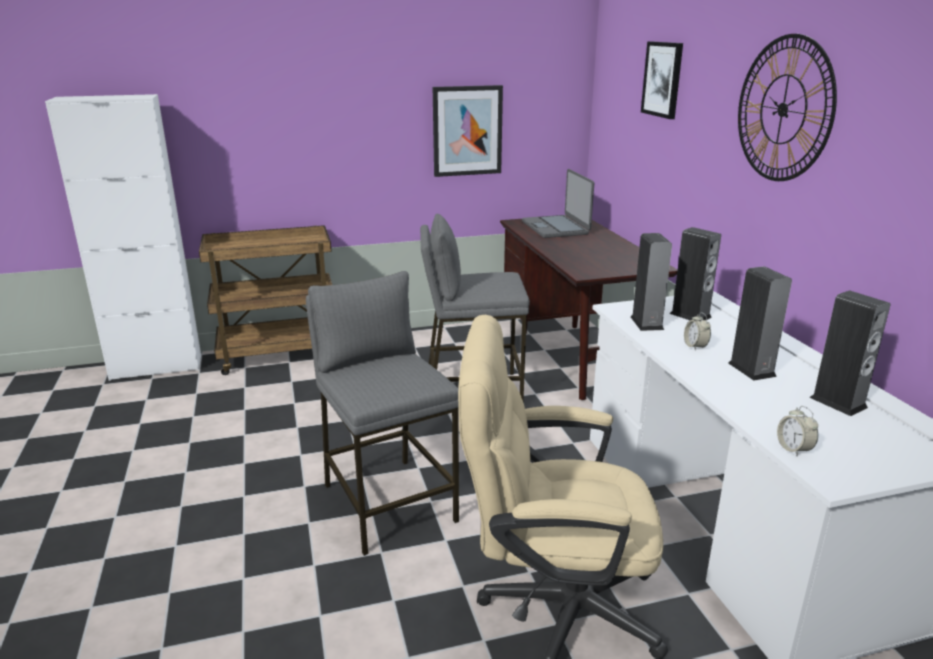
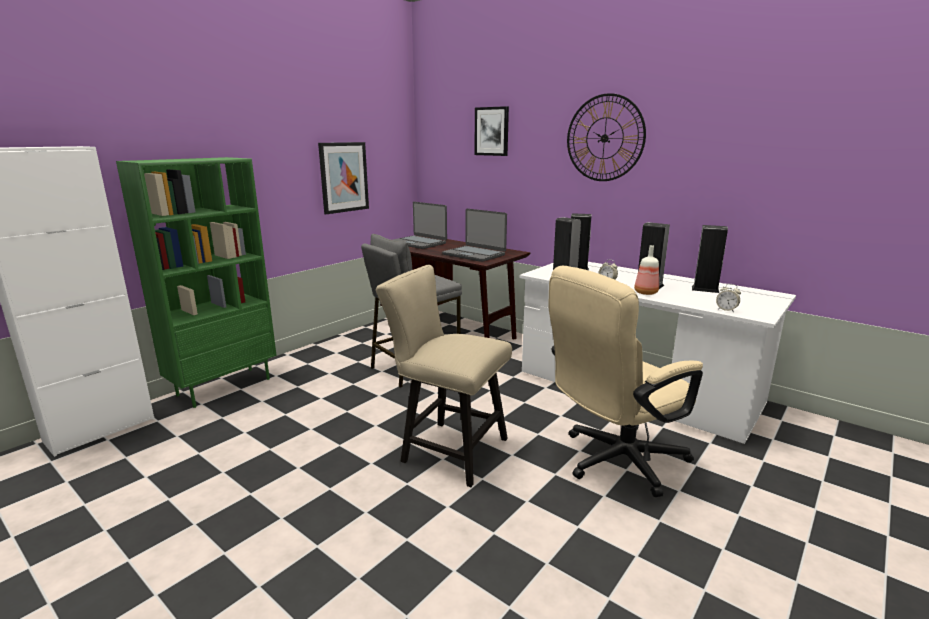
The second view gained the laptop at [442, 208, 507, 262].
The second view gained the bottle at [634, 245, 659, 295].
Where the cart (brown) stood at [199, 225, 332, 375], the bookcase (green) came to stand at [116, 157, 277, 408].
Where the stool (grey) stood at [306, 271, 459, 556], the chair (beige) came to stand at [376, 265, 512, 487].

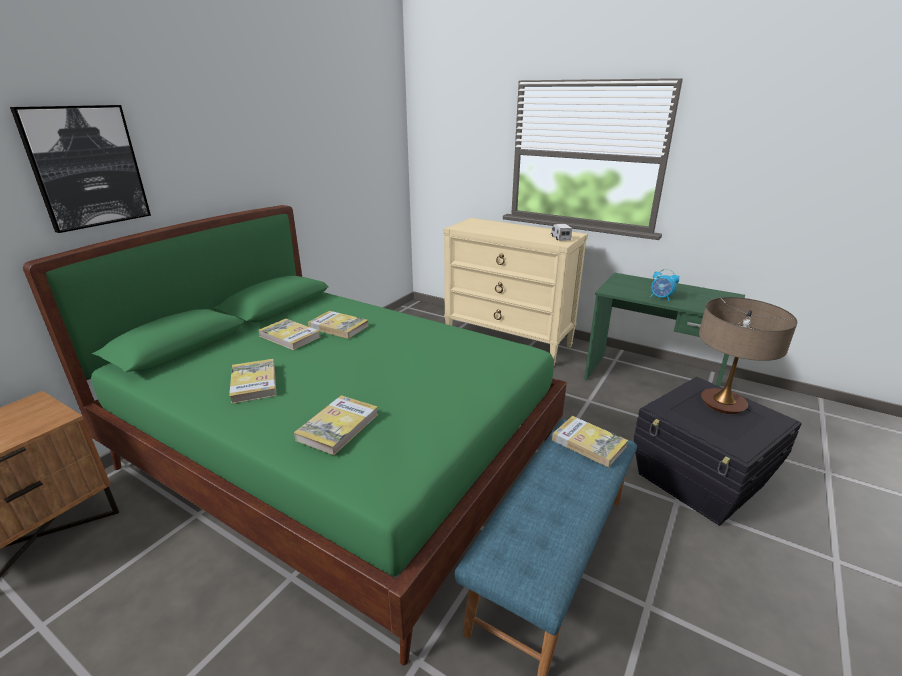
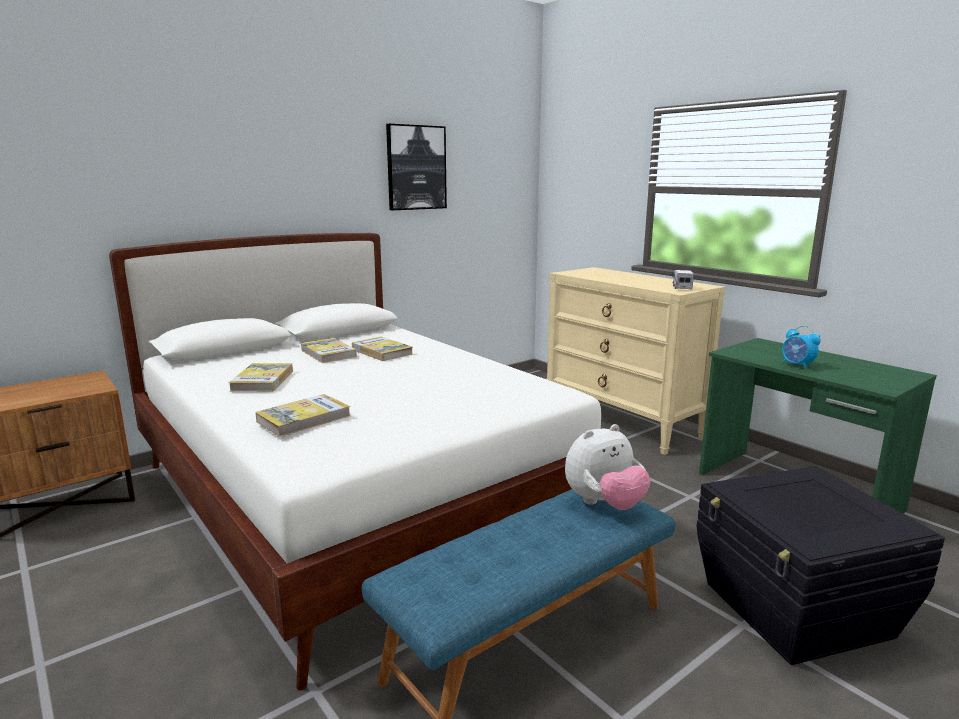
The second view lost the table lamp at [699, 297, 797, 414].
The picture ended up elsewhere, having gone from [10, 105, 151, 233] to [386, 124, 447, 210].
Where the book stood at [552, 416, 628, 467], the plush toy came to stand at [565, 424, 651, 510].
What was the bed (green) at [23, 205, 567, 665] turned into the bed (white) at [109, 233, 601, 691].

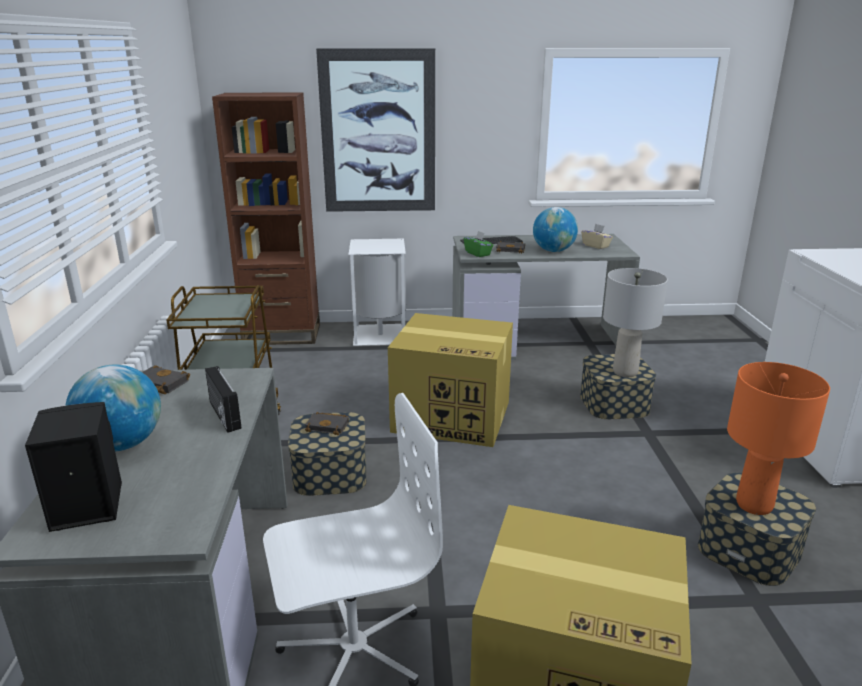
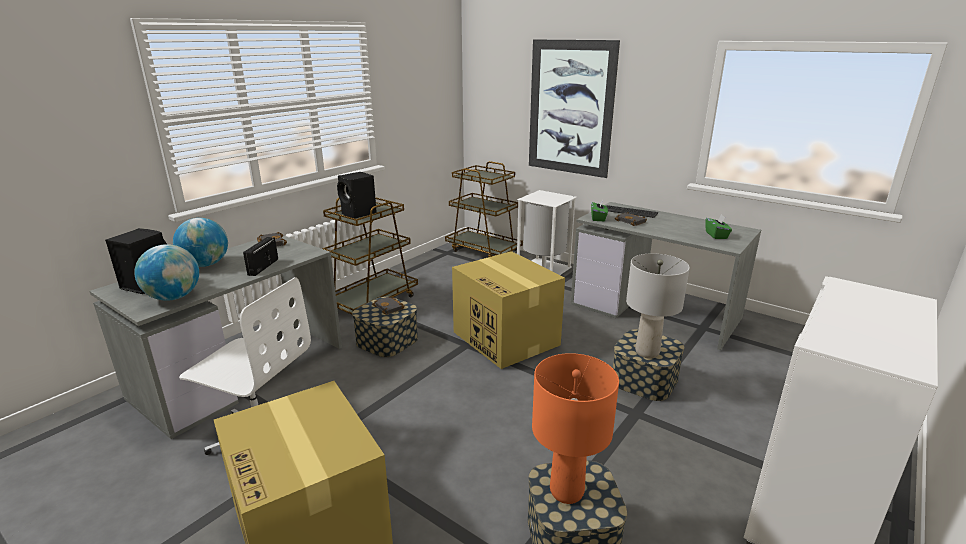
The second view gained the speaker (black) at [337, 172, 377, 219].
The globe ended up elsewhere, having gone from [533, 207, 578, 252] to [134, 244, 199, 301].
Where the bookcase (brown) stood at [212, 92, 320, 345], the cart (brown) came to stand at [445, 161, 523, 257].
What was the tissue box (beige) at [581, 224, 613, 249] turned into the tissue box (green) at [705, 214, 732, 239].

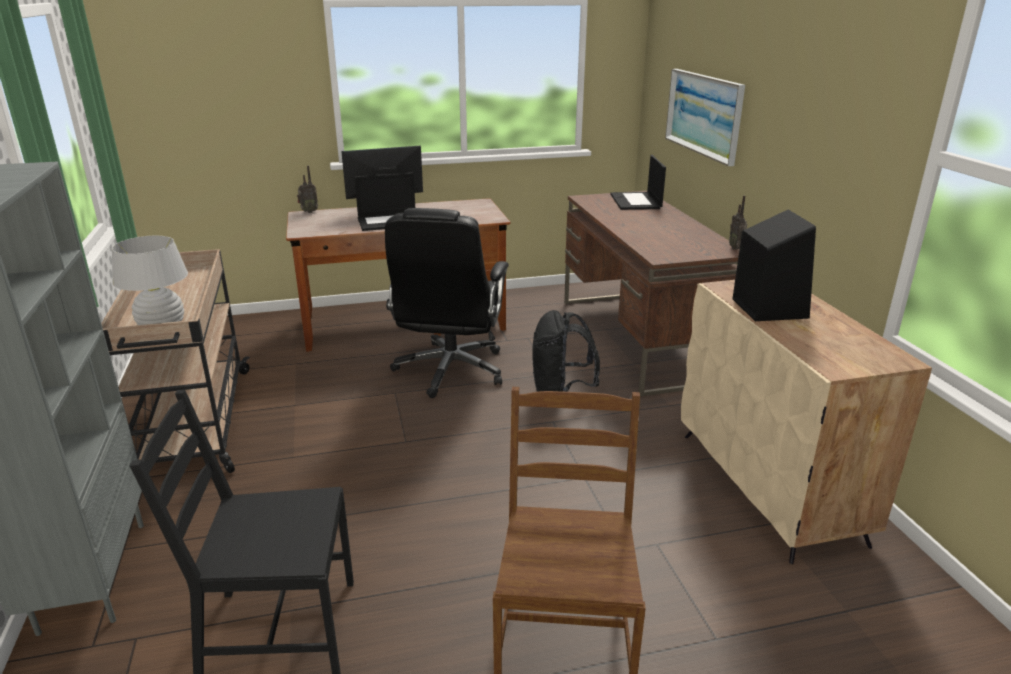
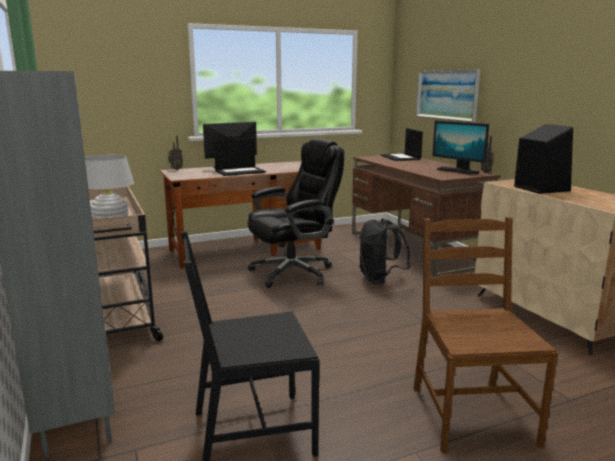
The second view gained the monitor at [432, 121, 489, 175].
The office chair (black) at [385, 208, 509, 398] ended up facing another way, 120 degrees counterclockwise from before.

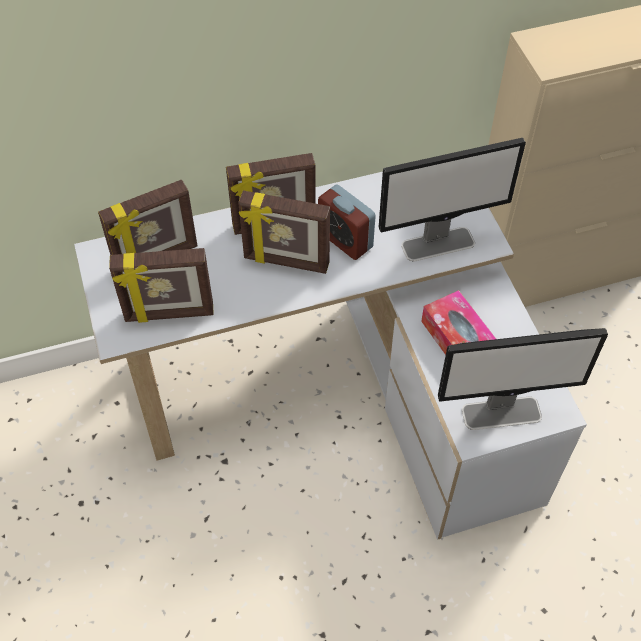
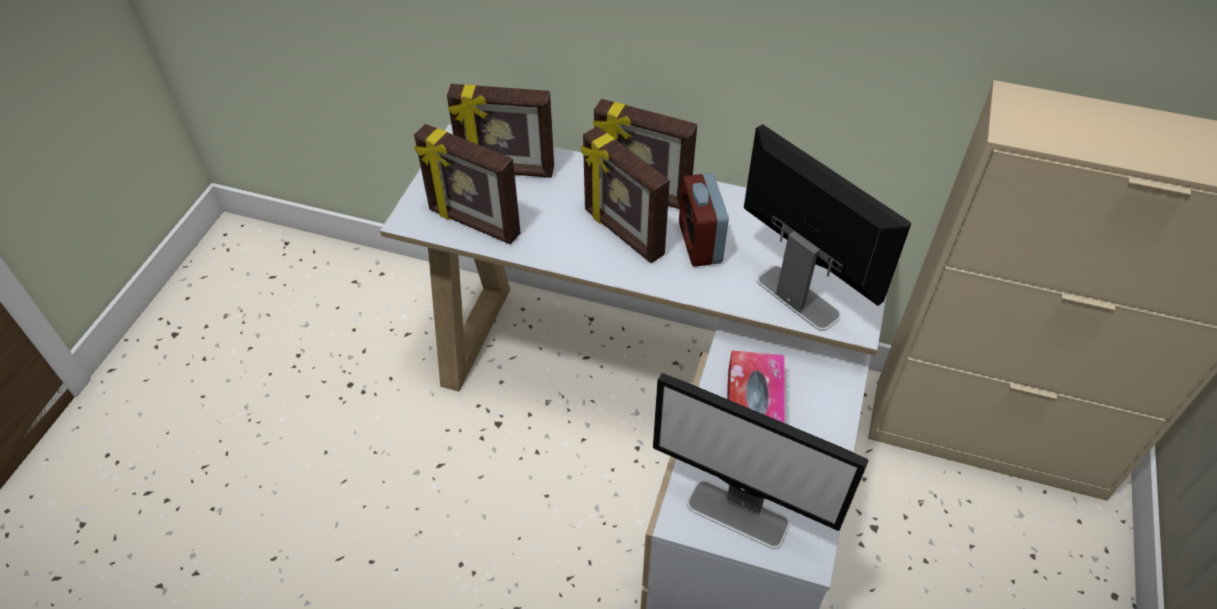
The monitor at [379, 138, 526, 261] ended up facing another way, 150 degrees counterclockwise from before.

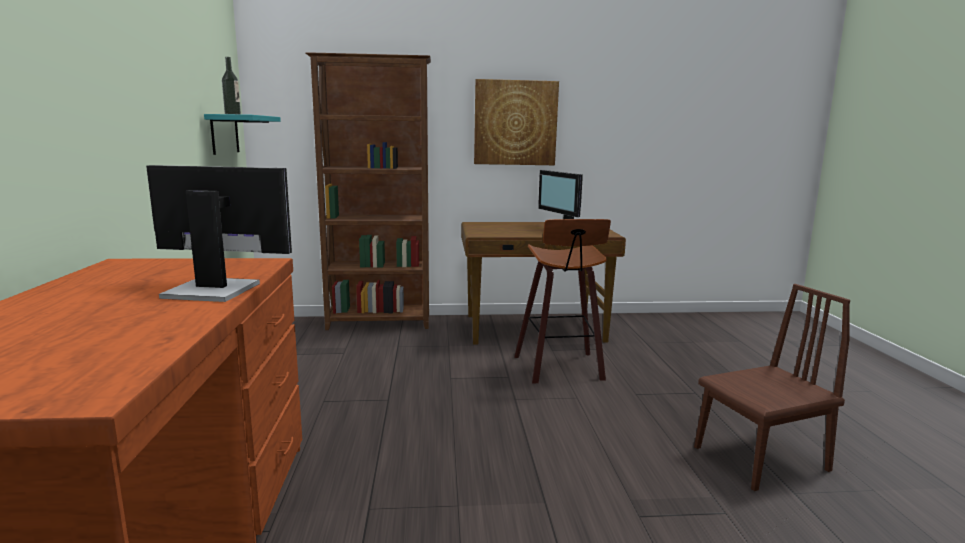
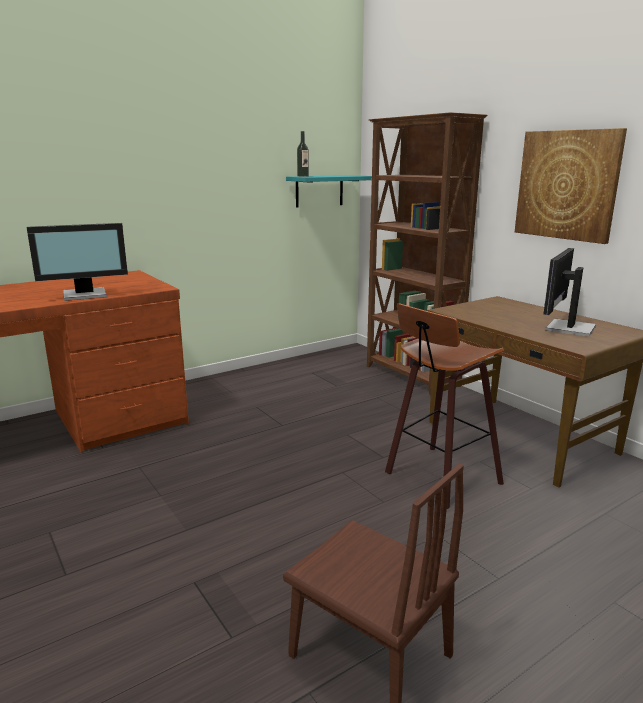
The monitor at [146, 165, 292, 302] ended up facing another way, 90 degrees clockwise from before.

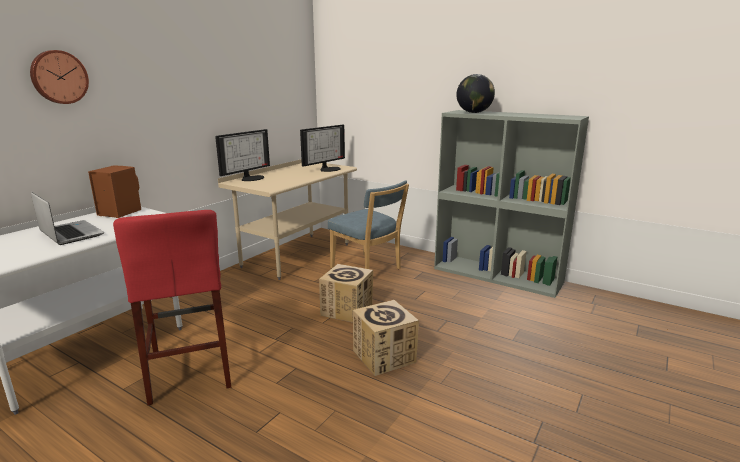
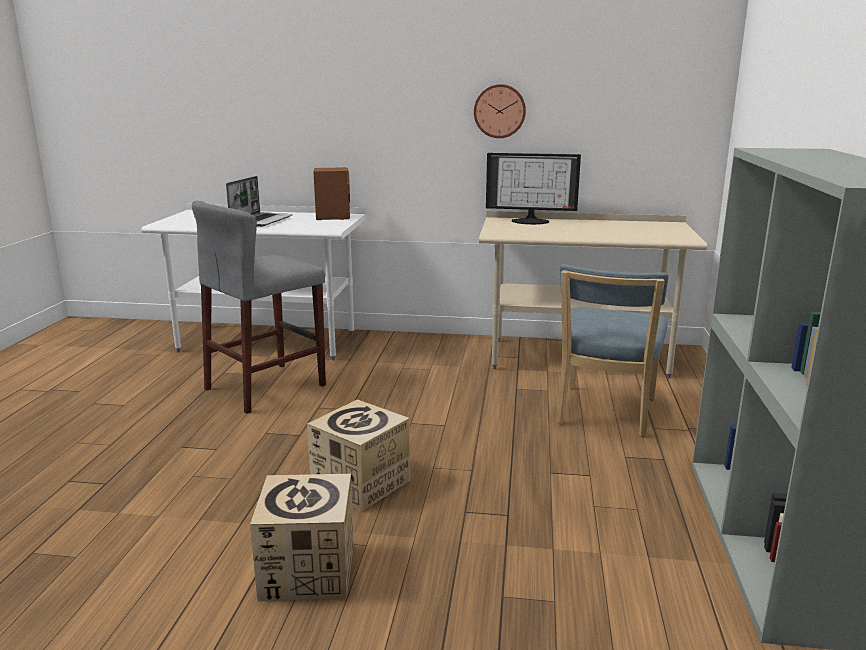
The second view lost the monitor at [300, 125, 345, 172].
The second view lost the globe at [456, 74, 495, 113].
The wall clock ended up elsewhere, having gone from [30, 50, 89, 104] to [474, 84, 526, 138].
The cardboard box ended up elsewhere, having gone from [319, 264, 373, 323] to [250, 474, 354, 601].
What was the stool (red) at [113, 210, 231, 405] turned into the stool (grey) at [192, 201, 326, 414].

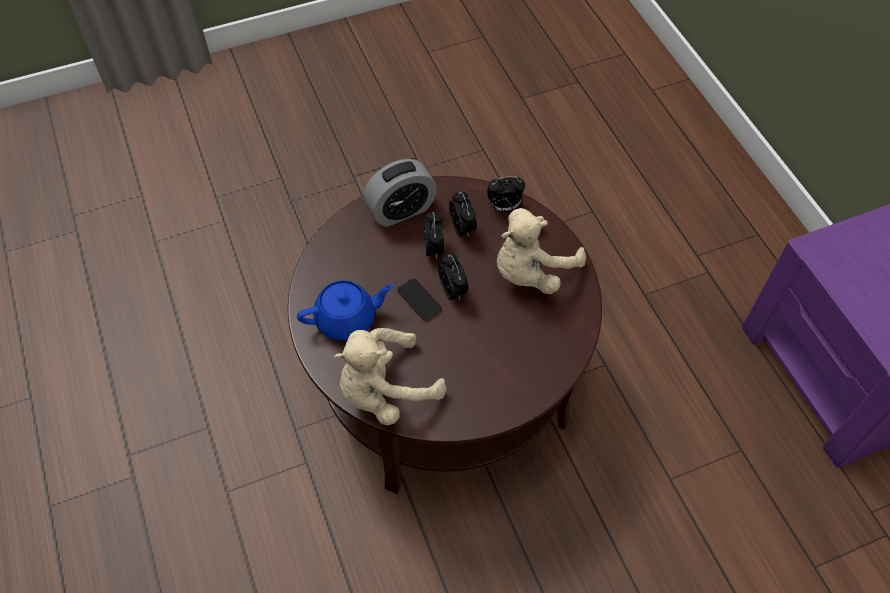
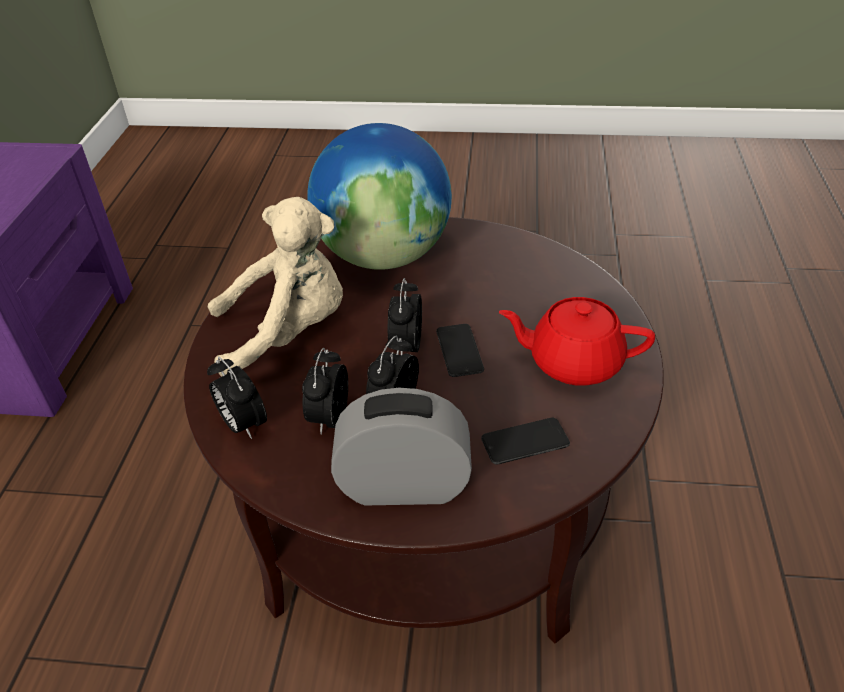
The second view lost the plush toy (beige) at [334, 328, 446, 425].
The second view gained the globe at [307, 123, 452, 270].
The second view gained the phone at [481, 418, 570, 464].
What was the teapot (blue) at [297, 280, 394, 341] turned into the teapot (red) at [499, 297, 655, 386].
The alarm clock at [487, 176, 525, 212] ended up facing another way, 150 degrees counterclockwise from before.

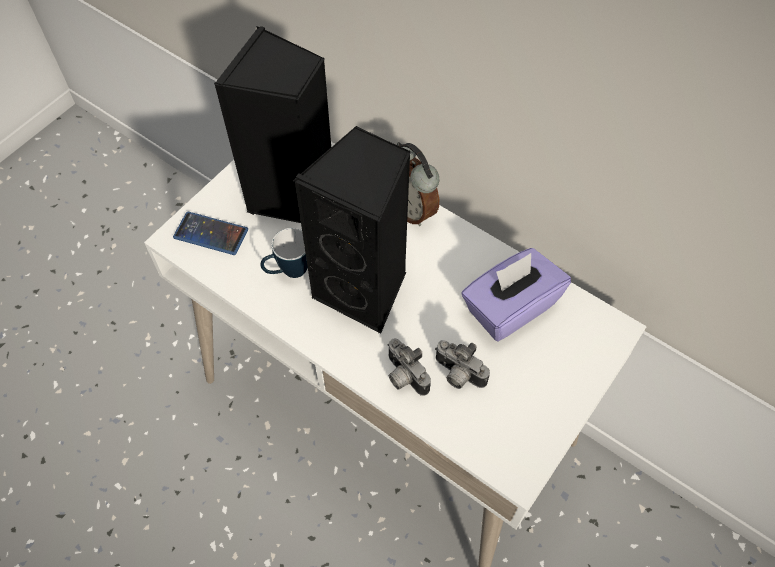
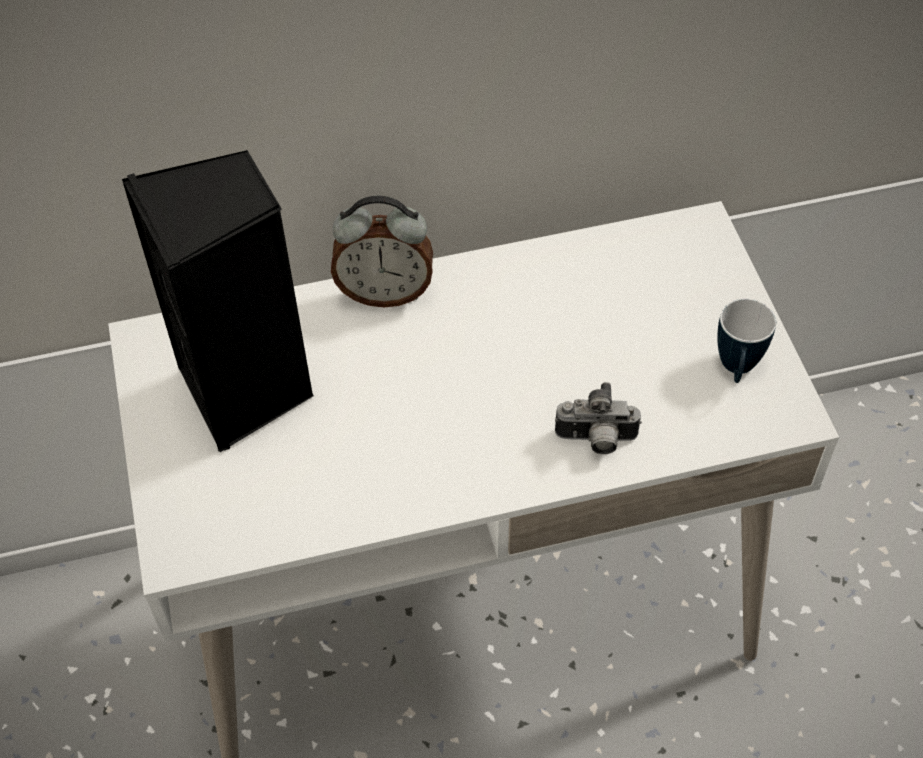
The second view lost the phone at [173, 212, 248, 255].
The second view lost the speaker (black) at [293, 126, 411, 334].
The second view lost the photo camera at [435, 340, 490, 389].
The second view lost the tissue box (purple) at [461, 248, 571, 341].
The mug ended up elsewhere, having gone from [260, 228, 308, 278] to [717, 299, 776, 383].

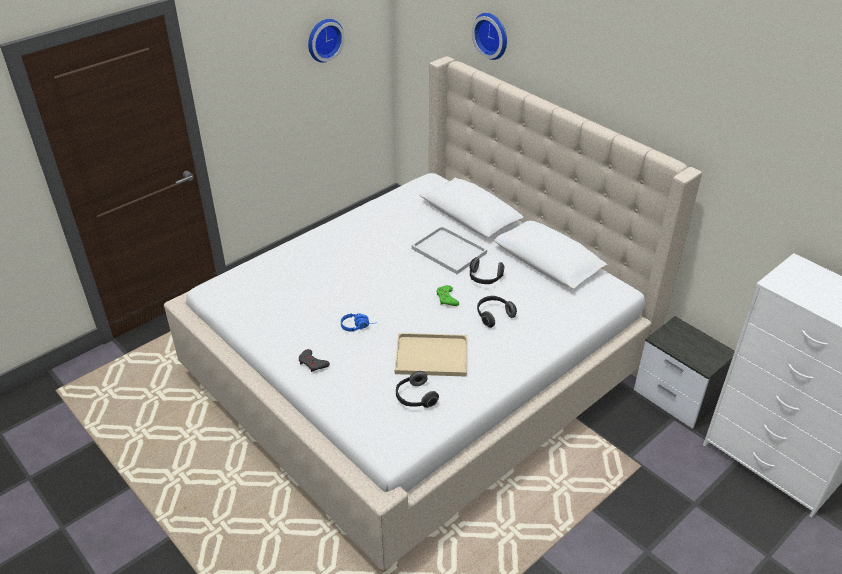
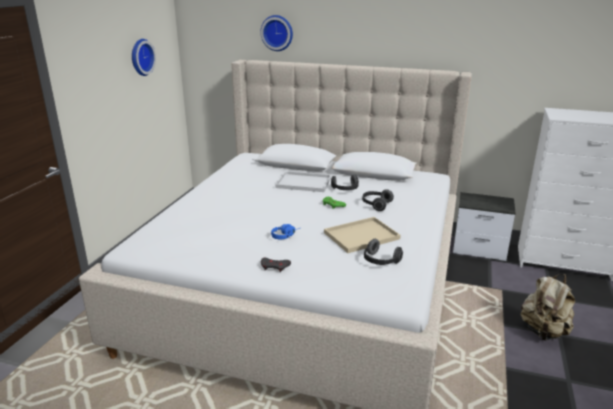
The second view gained the backpack (beige) at [521, 274, 575, 341].

